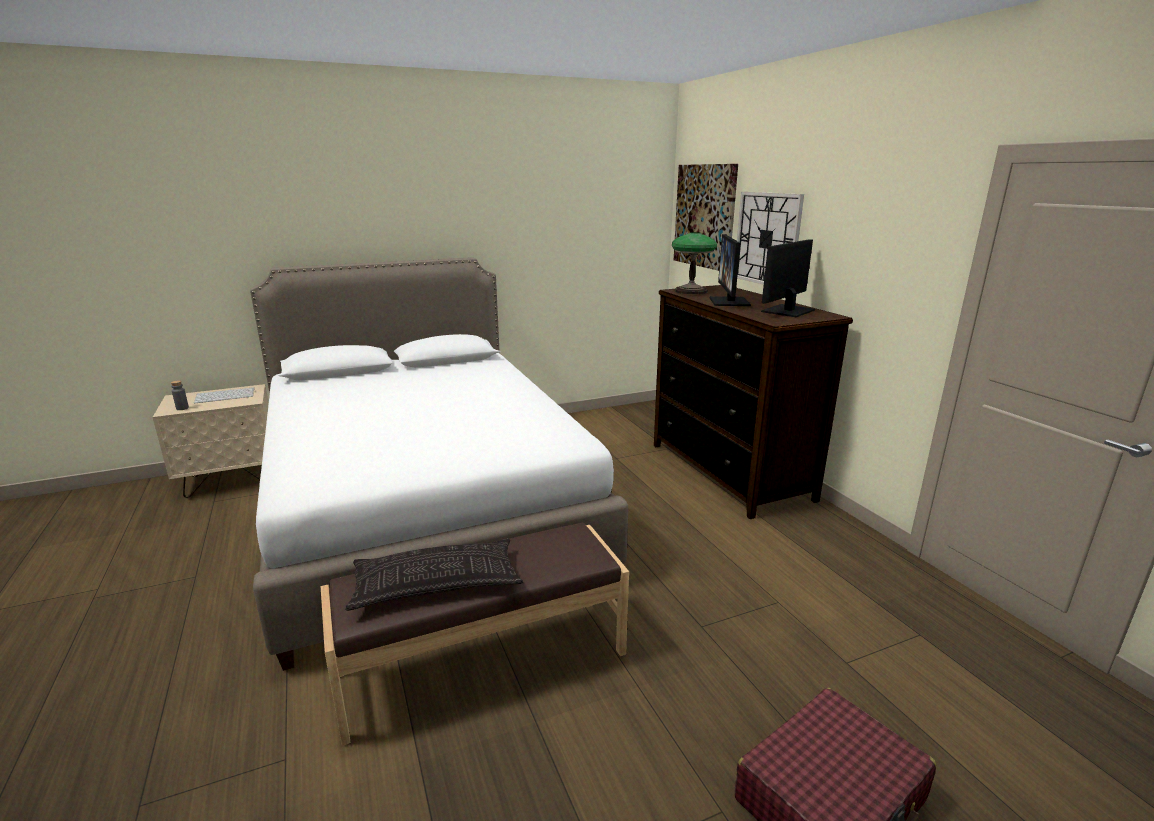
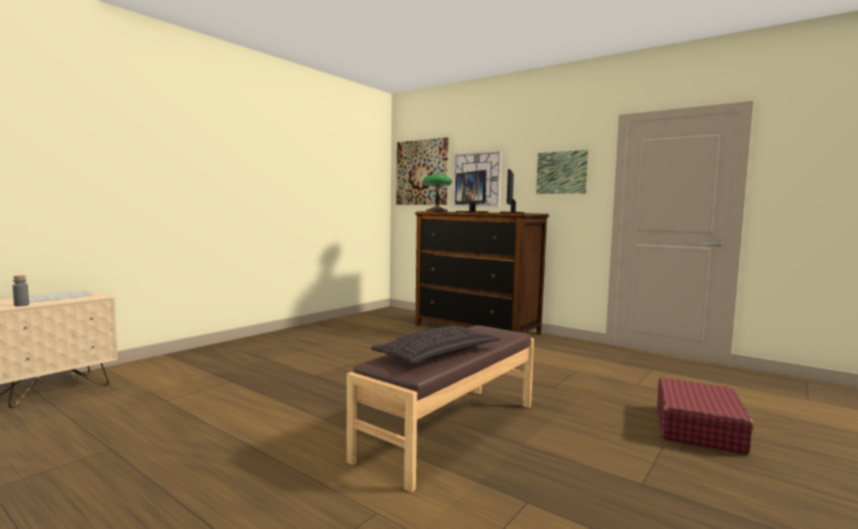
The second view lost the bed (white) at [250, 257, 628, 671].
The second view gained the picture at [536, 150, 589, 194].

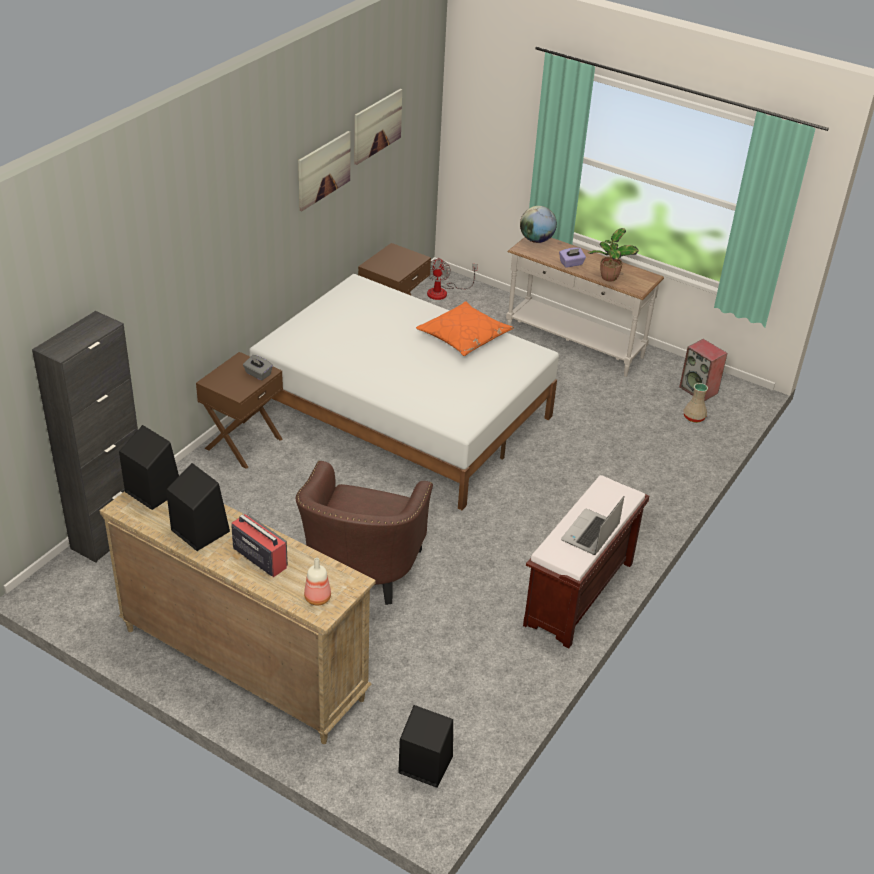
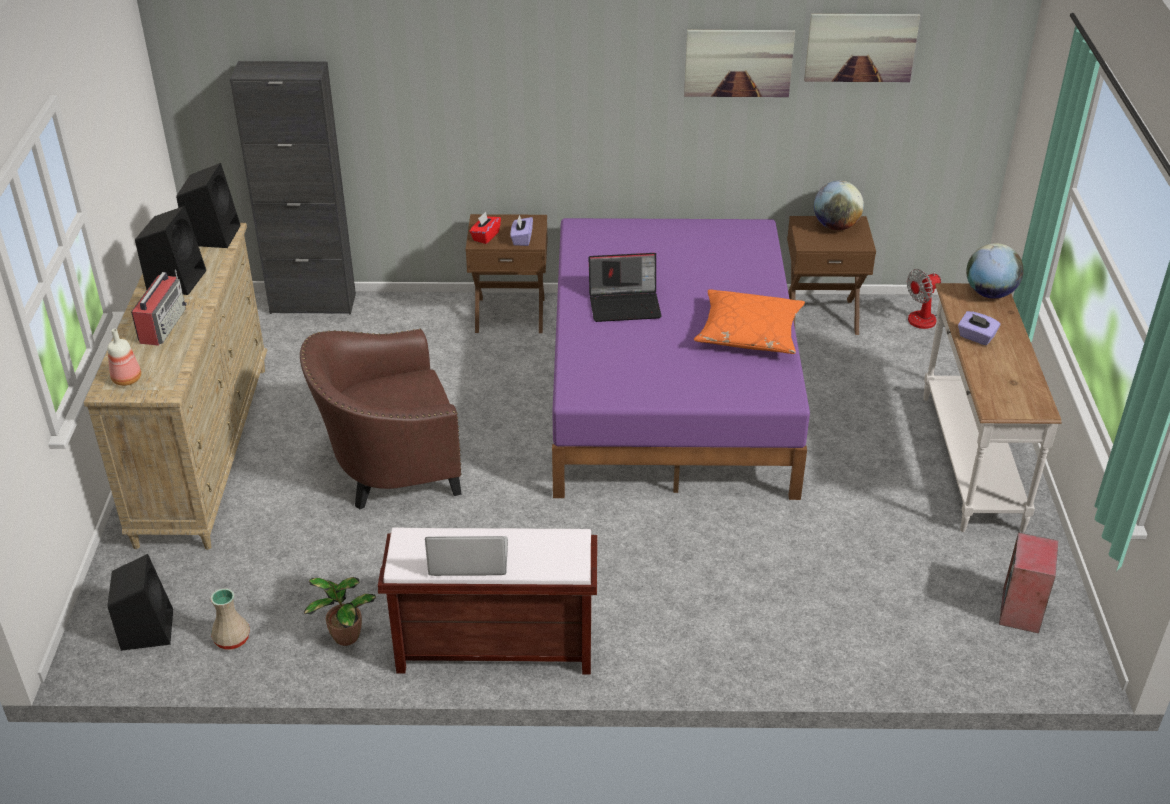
The second view gained the tissue box (red) at [470, 212, 501, 244].
The second view gained the laptop at [589, 253, 662, 322].
The second view gained the globe at [814, 181, 864, 230].
The potted plant ended up elsewhere, having gone from [588, 228, 639, 282] to [304, 577, 377, 646].
The vase (beige) ended up elsewhere, having gone from [684, 383, 708, 423] to [211, 588, 250, 649].
What was the tissue box (grey) at [243, 355, 273, 381] turned into the tissue box (purple) at [510, 215, 533, 246].
What was the bed (white) at [249, 274, 559, 510] turned into the bed (purple) at [552, 218, 810, 500].

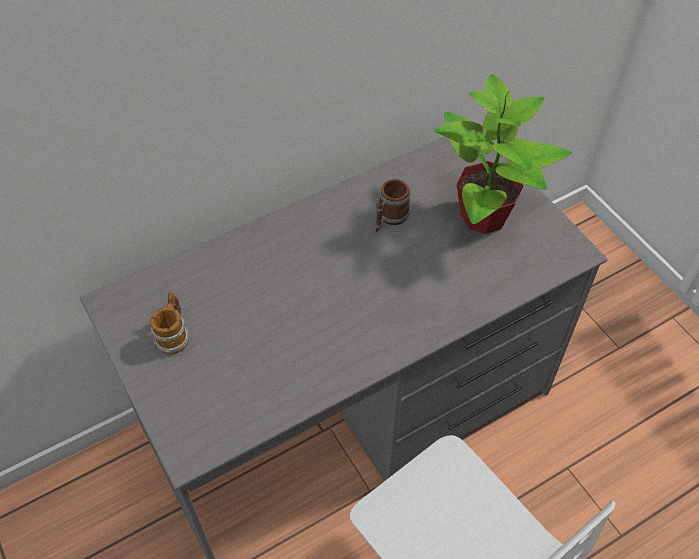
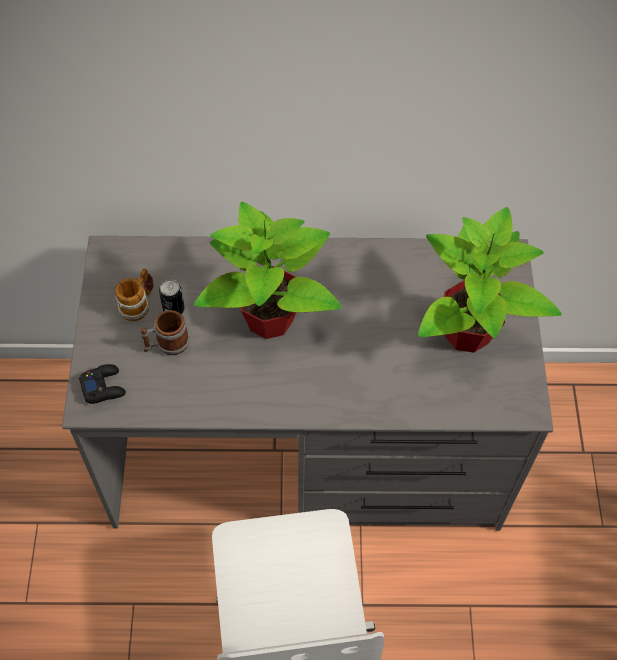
The second view gained the game controller (black) at [79, 364, 126, 404].
The second view gained the can at [159, 279, 185, 314].
The second view gained the potted plant at [194, 202, 341, 339].
The mug ended up elsewhere, having gone from [375, 179, 410, 232] to [140, 310, 190, 355].

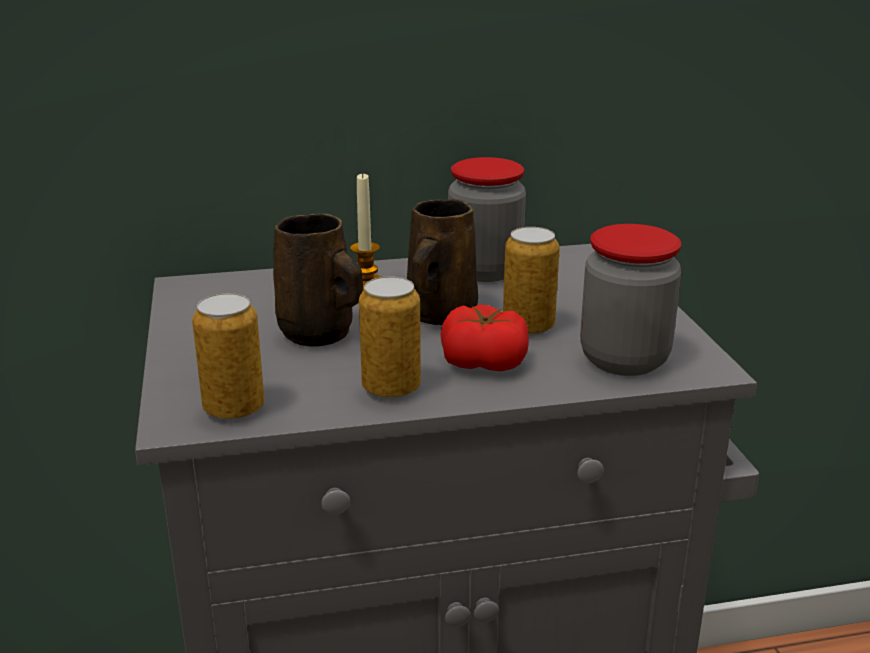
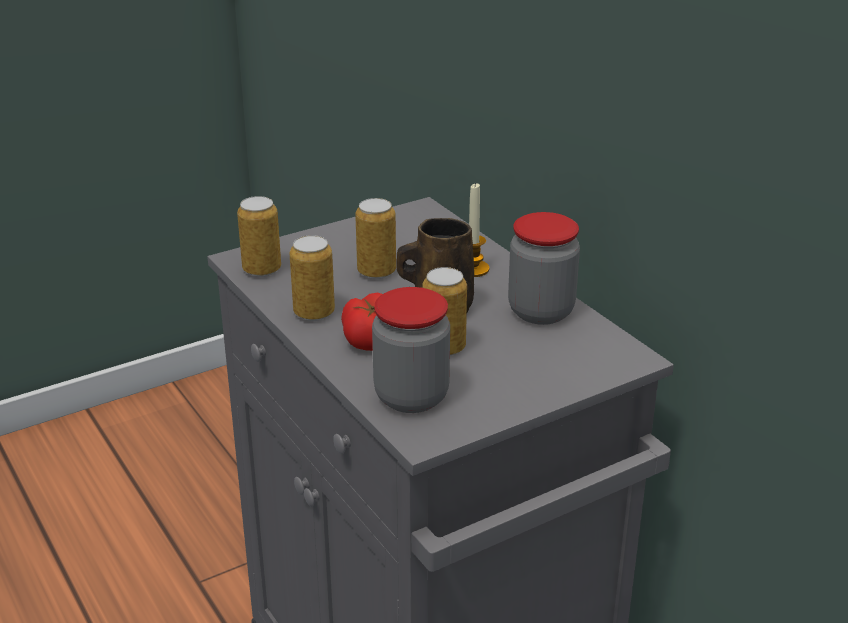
Where the mug (brown) stood at [273, 213, 363, 347], the can came to stand at [355, 198, 396, 279].

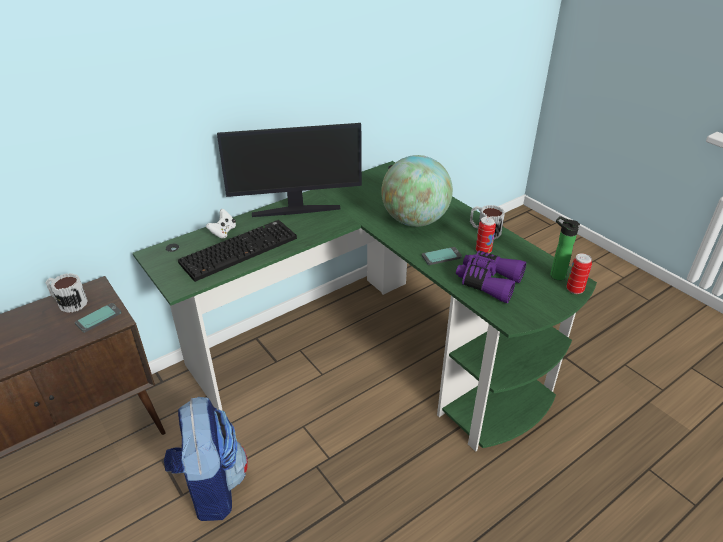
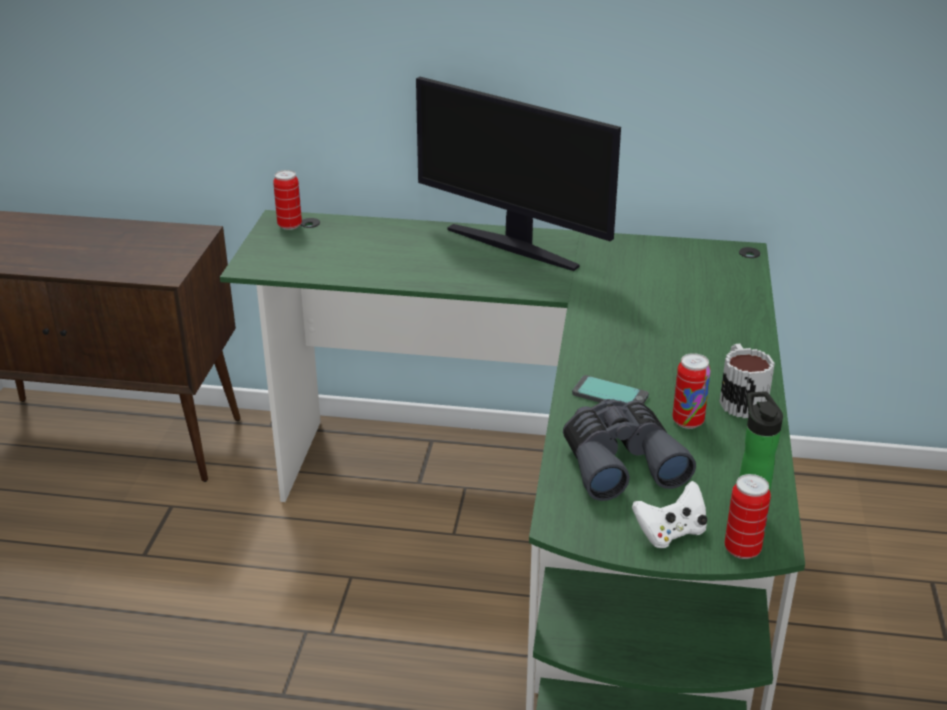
The second view lost the mug at [45, 273, 88, 313].
The second view lost the phone at [75, 303, 122, 333].
The second view lost the backpack at [164, 397, 248, 521].
The second view lost the keyboard at [178, 220, 297, 282].
The second view lost the globe at [381, 155, 453, 227].
The second view gained the can at [273, 170, 302, 230].
The game controller (white) ended up elsewhere, having gone from [206, 209, 236, 239] to [632, 481, 707, 548].
What was the binoculars (purple) at [456, 251, 526, 303] turned into the binoculars (grey) at [563, 399, 696, 501].

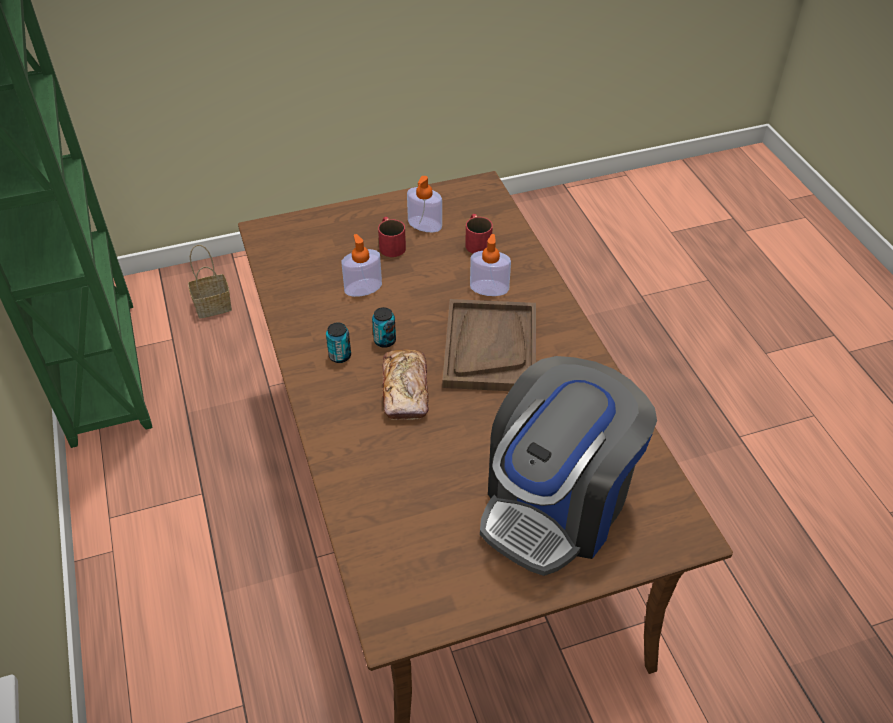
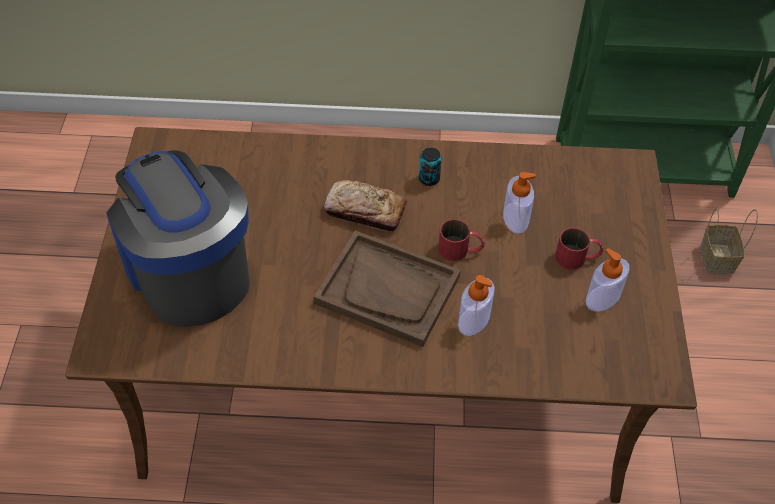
The second view lost the can at [372, 307, 396, 348].
The mug (red) ended up elsewhere, having gone from [465, 214, 493, 253] to [438, 219, 485, 261].

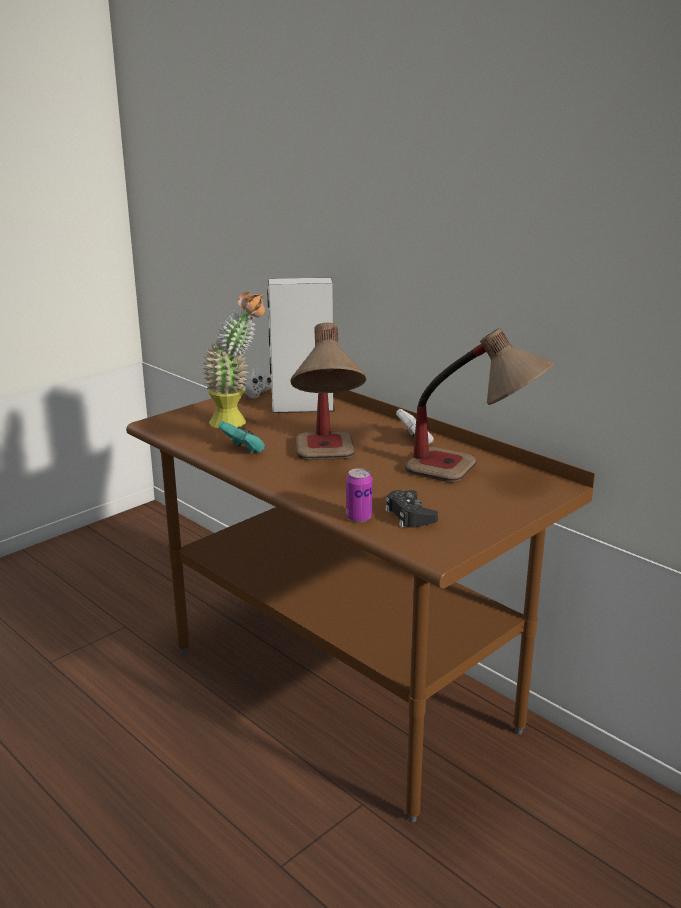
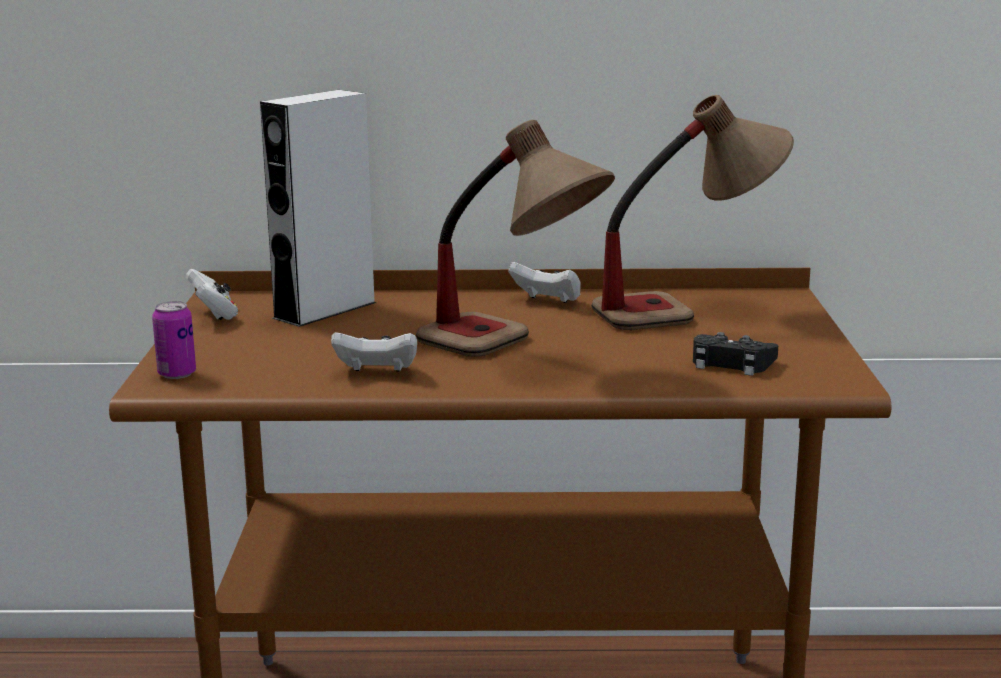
The second view lost the potted plant at [202, 292, 265, 428].
The can ended up elsewhere, having gone from [346, 468, 373, 522] to [152, 301, 196, 379].
What was the game controller (turquoise) at [219, 421, 265, 454] turned into the game controller (white) at [331, 332, 417, 372].

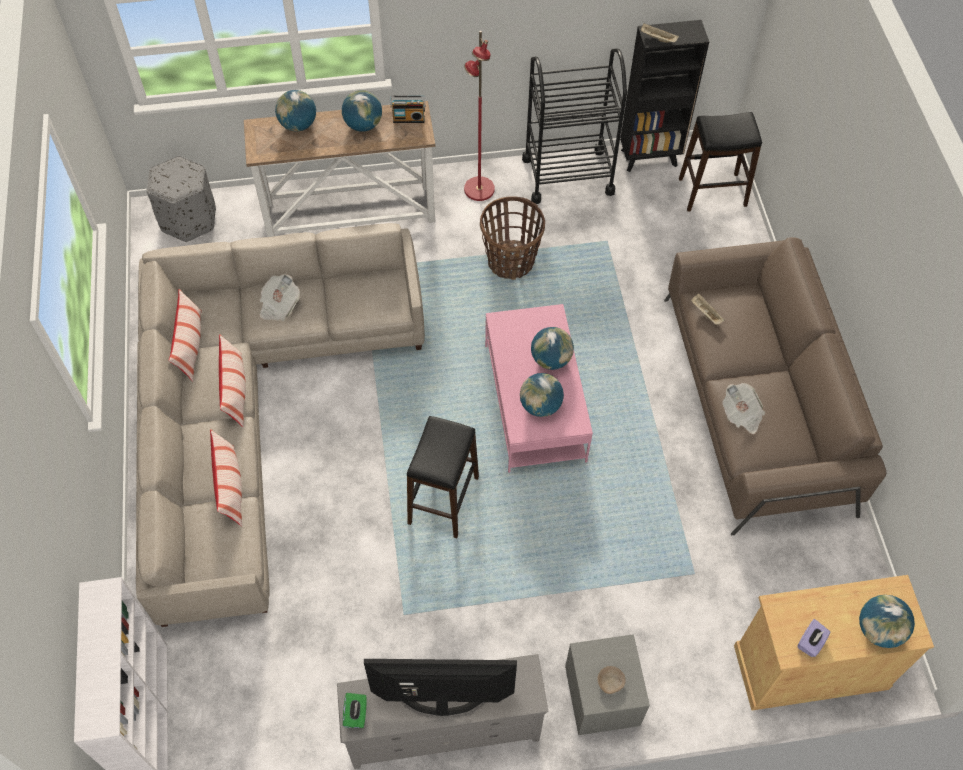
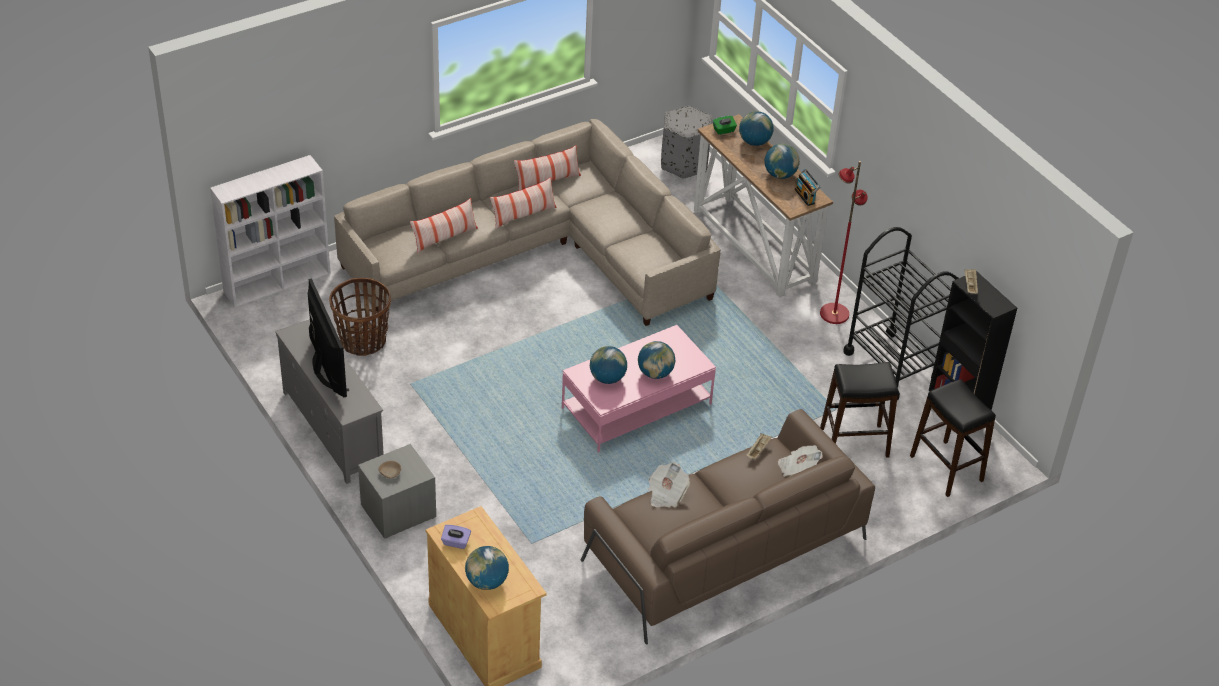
The newspaper ended up elsewhere, having gone from [259, 274, 300, 321] to [778, 445, 823, 477].
The tissue box (green) ended up elsewhere, having gone from [343, 693, 367, 728] to [713, 116, 737, 135].
The stool (black) ended up elsewhere, having gone from [407, 416, 479, 538] to [820, 362, 898, 458].
The basket ended up elsewhere, having gone from [480, 196, 545, 280] to [329, 278, 391, 356].

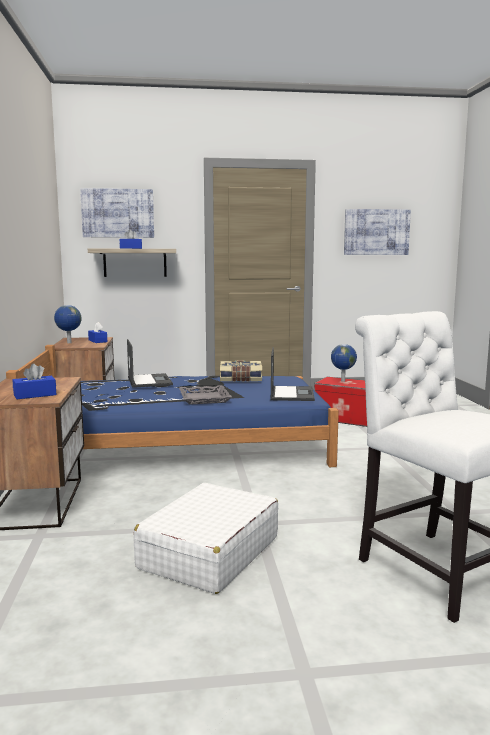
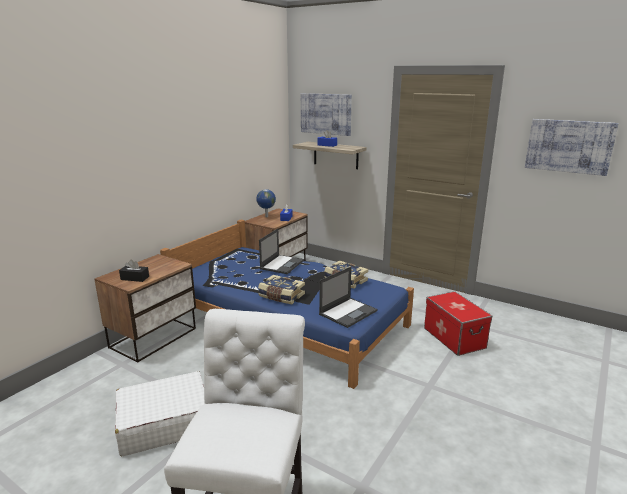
The second view lost the globe at [331, 344, 357, 382].
Where the tray (grey) stood at [179, 385, 232, 405], the book came to stand at [258, 275, 305, 304].
What was the tissue box (blue) at [13, 364, 56, 399] turned into the tissue box (black) at [119, 259, 149, 282].

